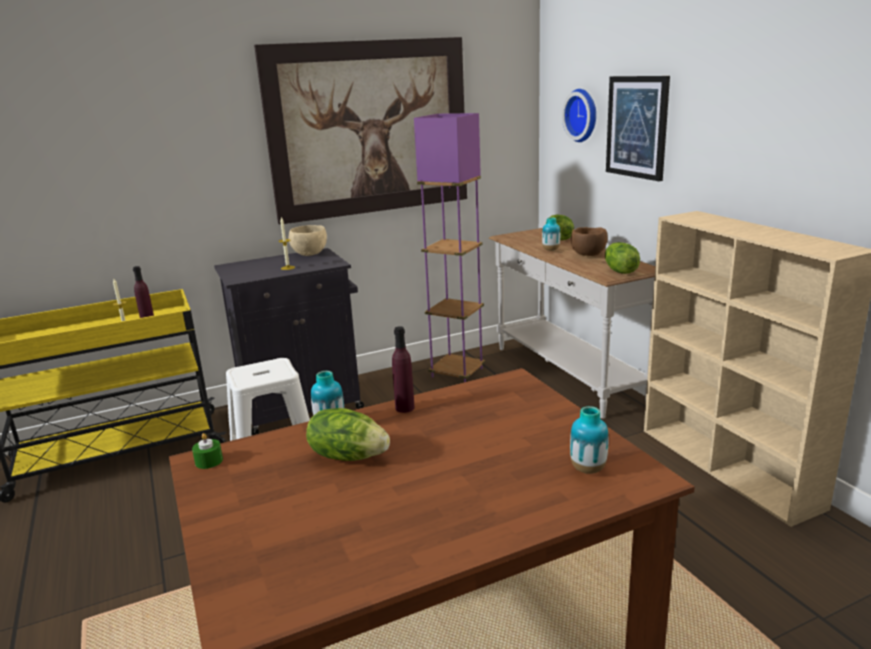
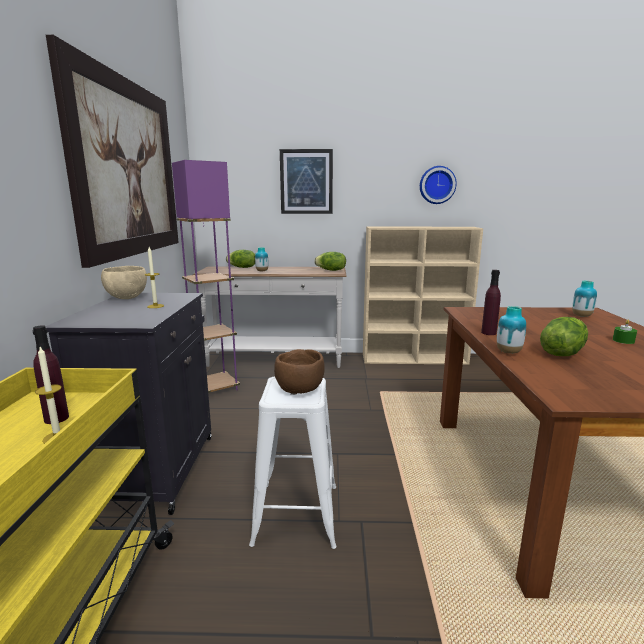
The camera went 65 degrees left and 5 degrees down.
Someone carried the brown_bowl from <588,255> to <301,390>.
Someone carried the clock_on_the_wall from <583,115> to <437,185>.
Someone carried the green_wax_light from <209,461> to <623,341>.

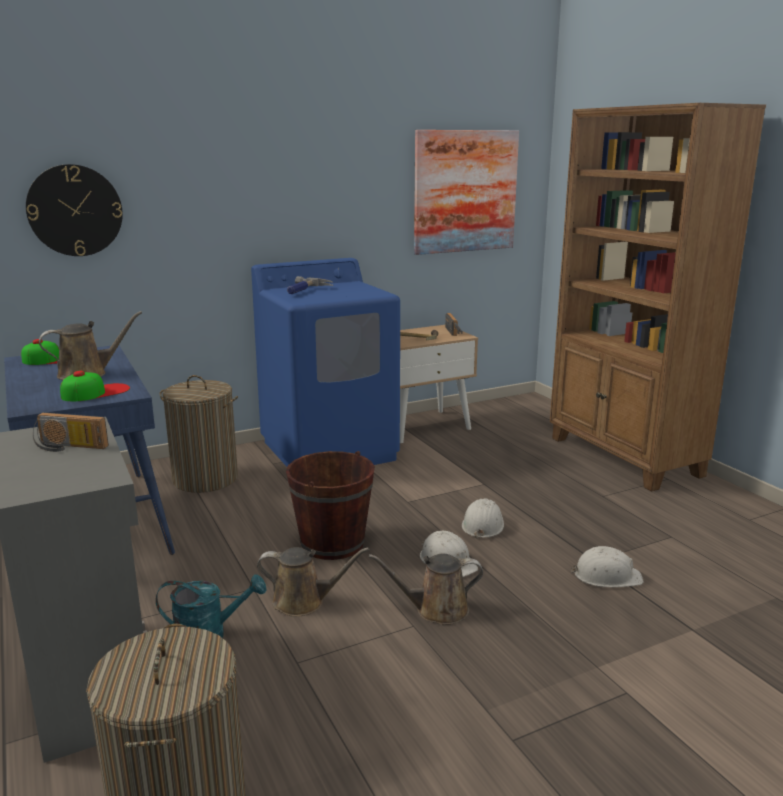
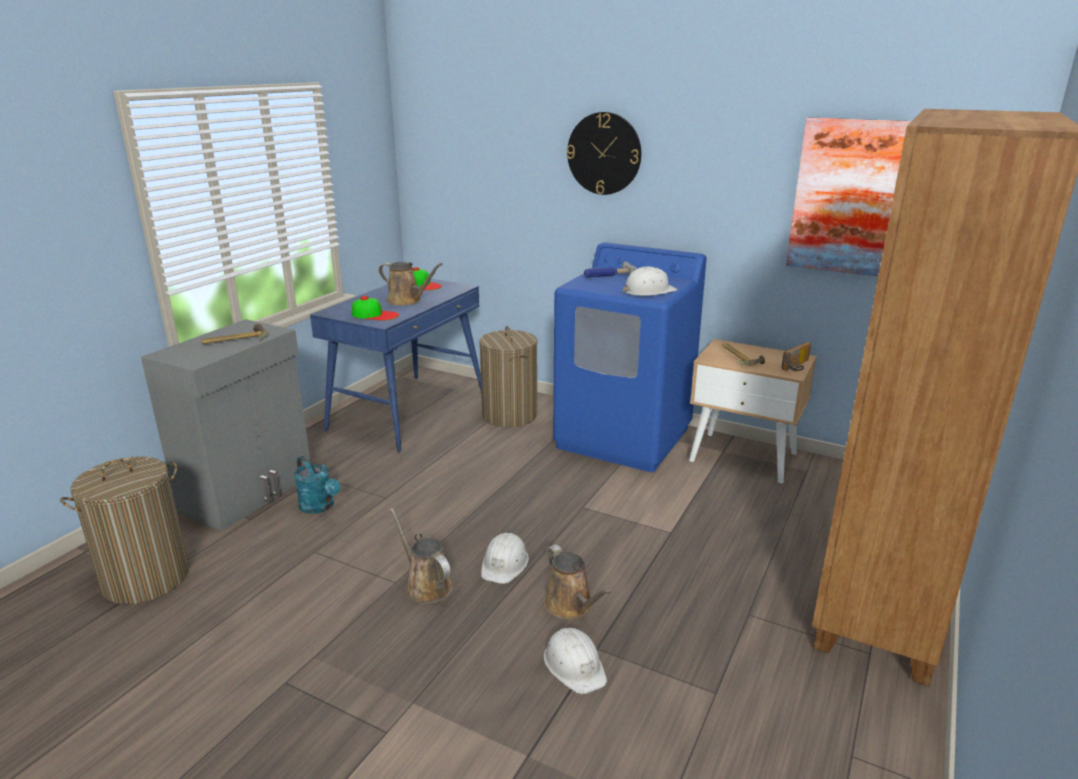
The camera went 55 degrees right and 5 degrees up.
Someone swapped the radio at <68,447> for the hand_hammer at <235,340>.
Someone carried the brown_watering_pot from <304,601> to <571,606>.
Someone carried the clock_on_the_wall from <75,210> to <604,153>.
Someone carried the white_hard_hat from <483,525> to <648,291>.
Someone took away the brown_water_bucket at <332,543>.

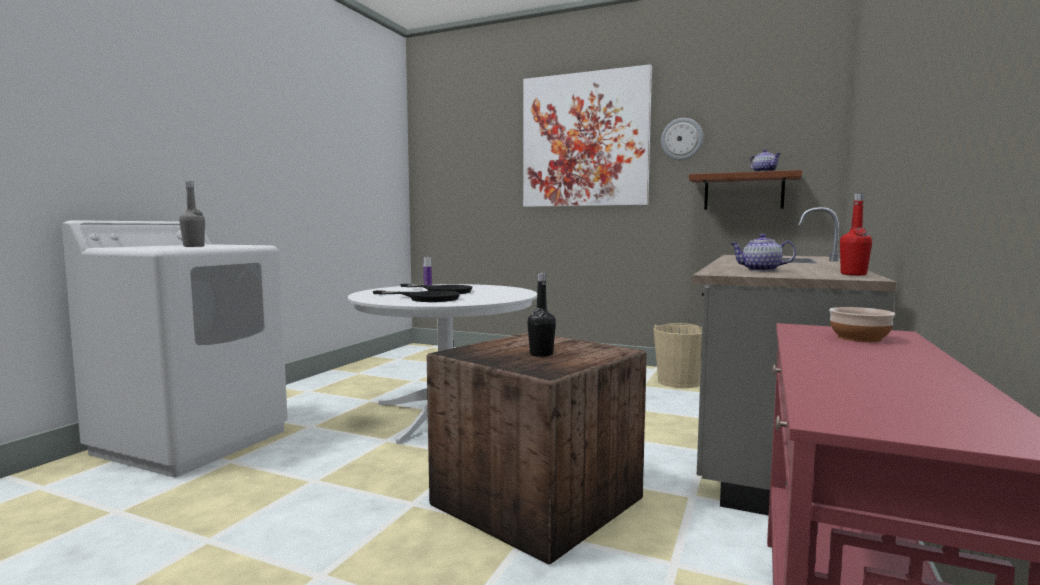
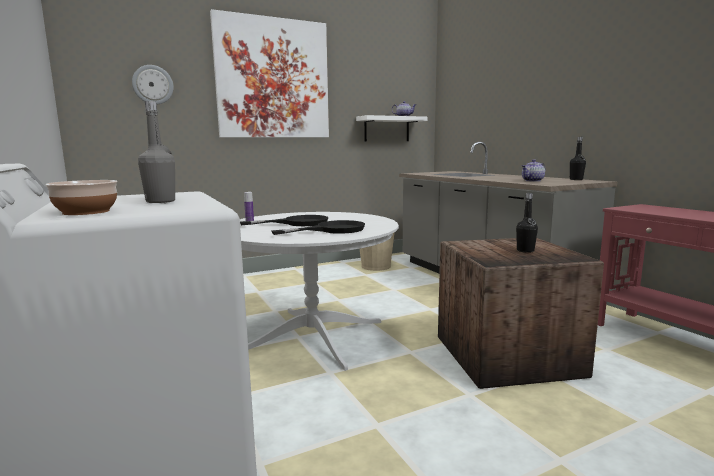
The camera went 50 degrees left and 5 degrees up.
Someone carried the bowl from <859,338> to <86,212>.
Someone carried the clock_on_the_wall from <681,139> to <153,85>.
Someone repainted the brown_bracket_shelf at <743,192>, which became the white_bracket_shelf at <386,129>.
Someone repainted the red_beverage_bottle at <853,274>, which became the black-coloured_beverage_bottle at <576,179>.

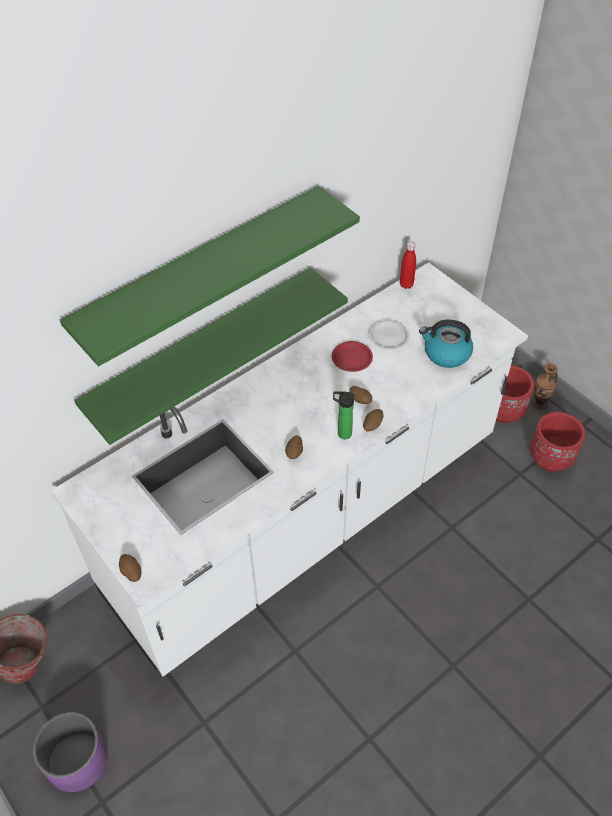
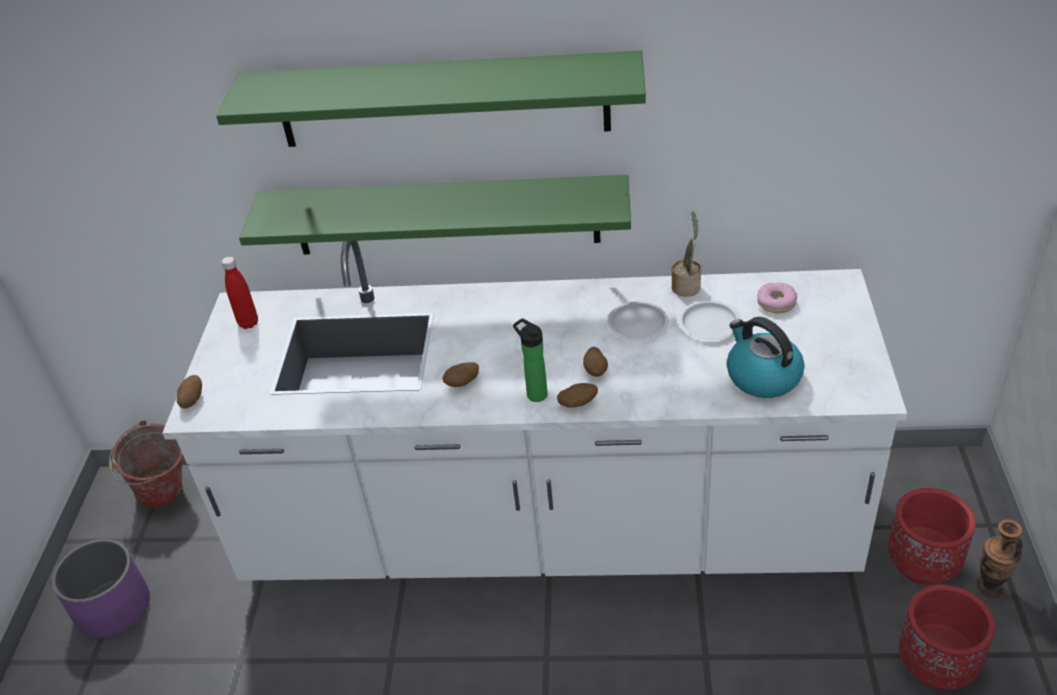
The camera went 45 degrees right and 10 degrees down.
Someone carried the red_beverage_bottle from <406,285> to <248,323>.
Someone repainted the red_flat_dish at <352,359>, which became the white_flat_dish at <637,325>.
Someone put down the potted_plant at <686,286>.
Someone put down the doughnut at <776,303>.

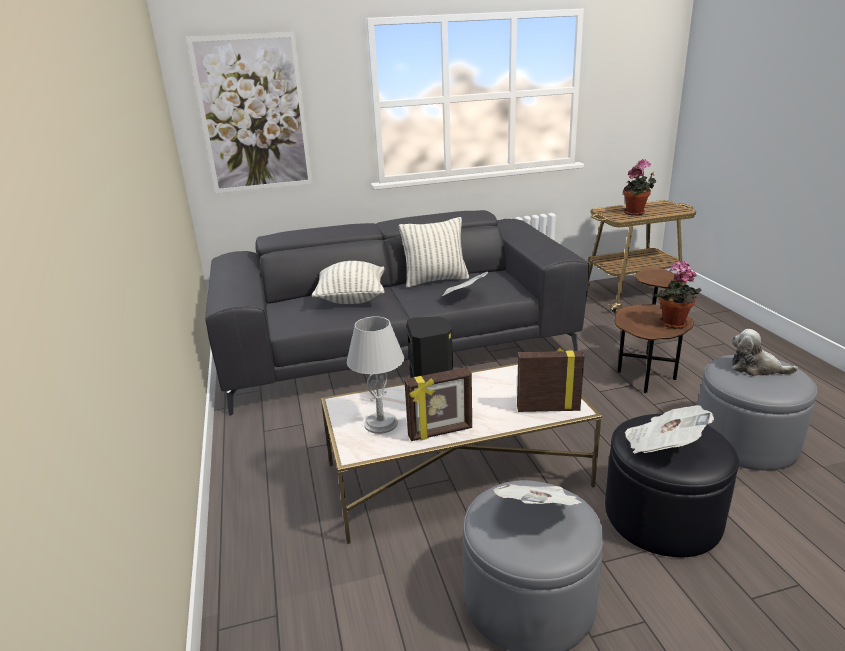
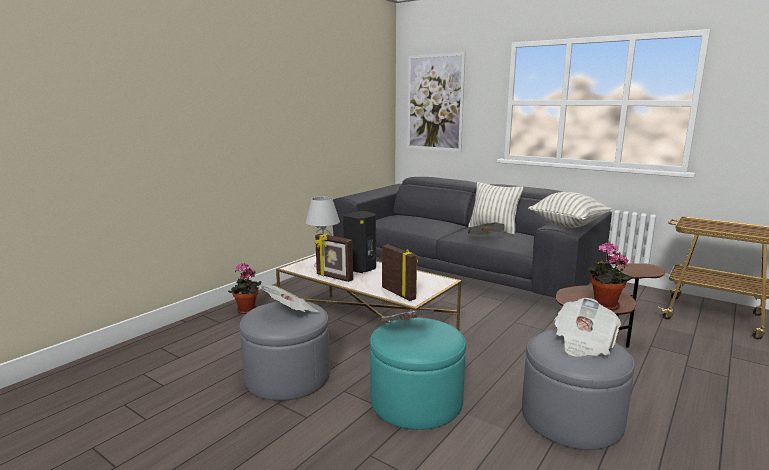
The camera went 50 degrees right and 10 degrees down.
Someone carried the potted_plant from <636,213> to <246,311>.
Someone repainted the black-coloured_ottoman at <662,515>, which became the blue-green_ottoman at <416,401>.
Someone carried the pillow from <351,299> to <568,225>.
Someone swapped the soft_toy at <756,368> for the newspaper at <583,343>.

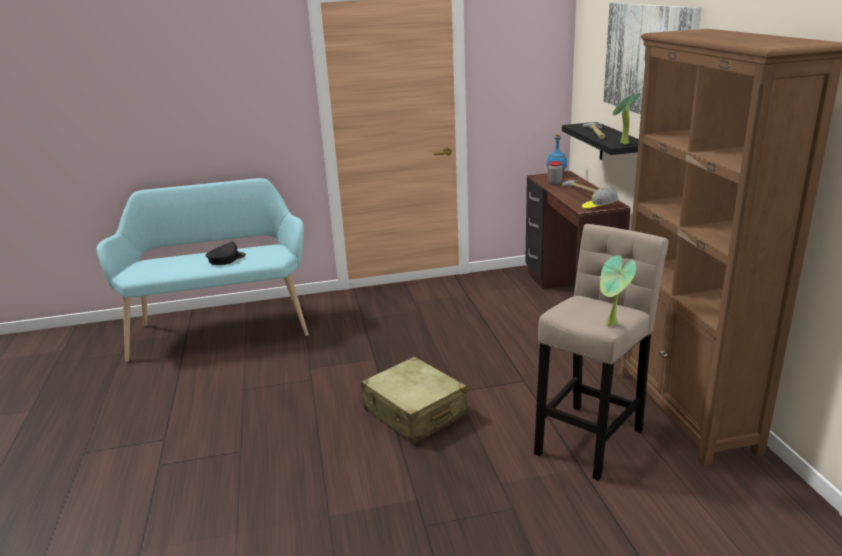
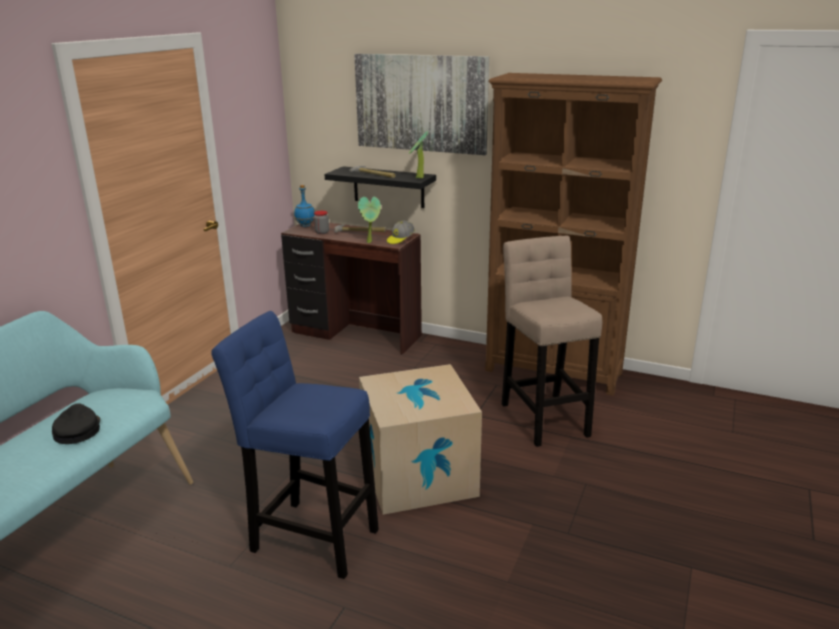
The camera went 55 degrees left and 0 degrees up.
Someone put down the blue_sitting_stool at <309,537>.
Someone carried the potted_plant from <612,325> to <370,242>.
Someone swapped the beige-coloured_piece_of_luggage at <415,413> for the cardboard_box at <418,475>.

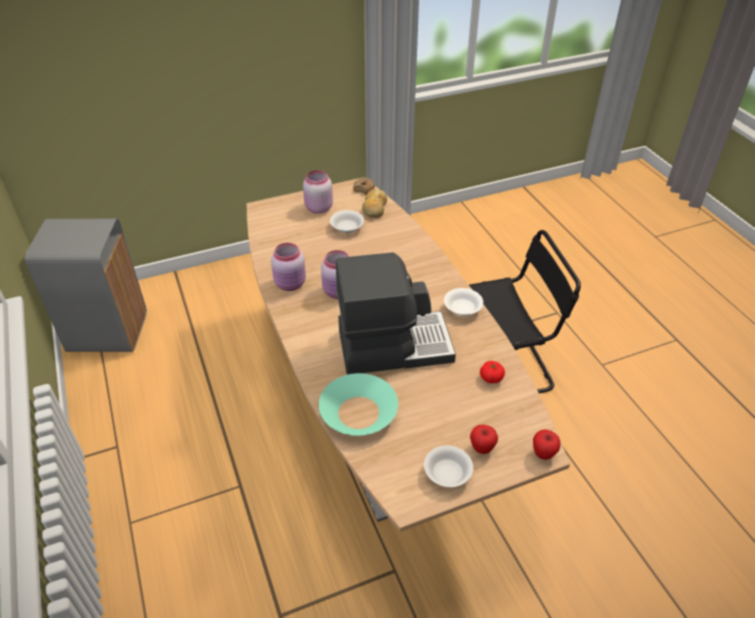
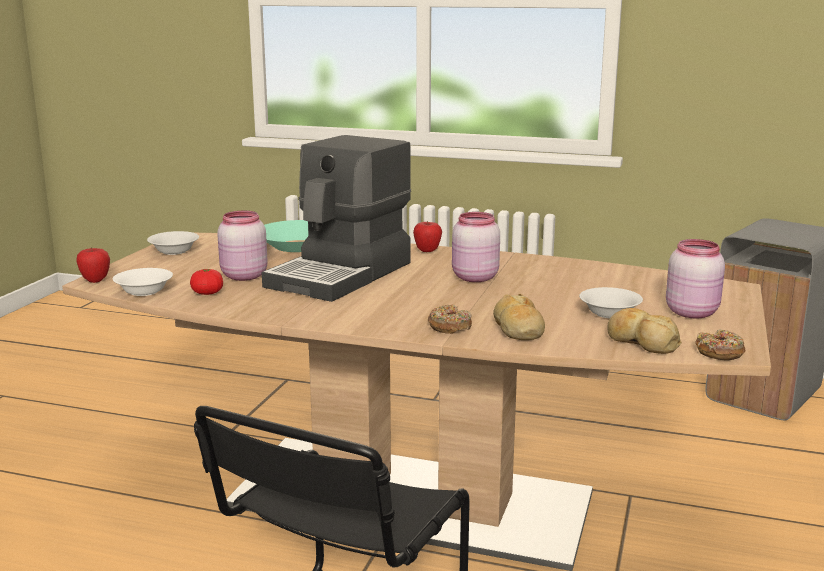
The camera went 130 degrees right and 25 degrees down.
Someone carried the white_bowl from <463,309> to <143,291>.
Someone carried the pink-coloured_jar from <291,284> to <242,276>.
Someone carried the whole_apple from <482,448> to <427,251>.
Someone put down the doughnut at <449,326>.
Someone put down the baked_bread at <518,329>.

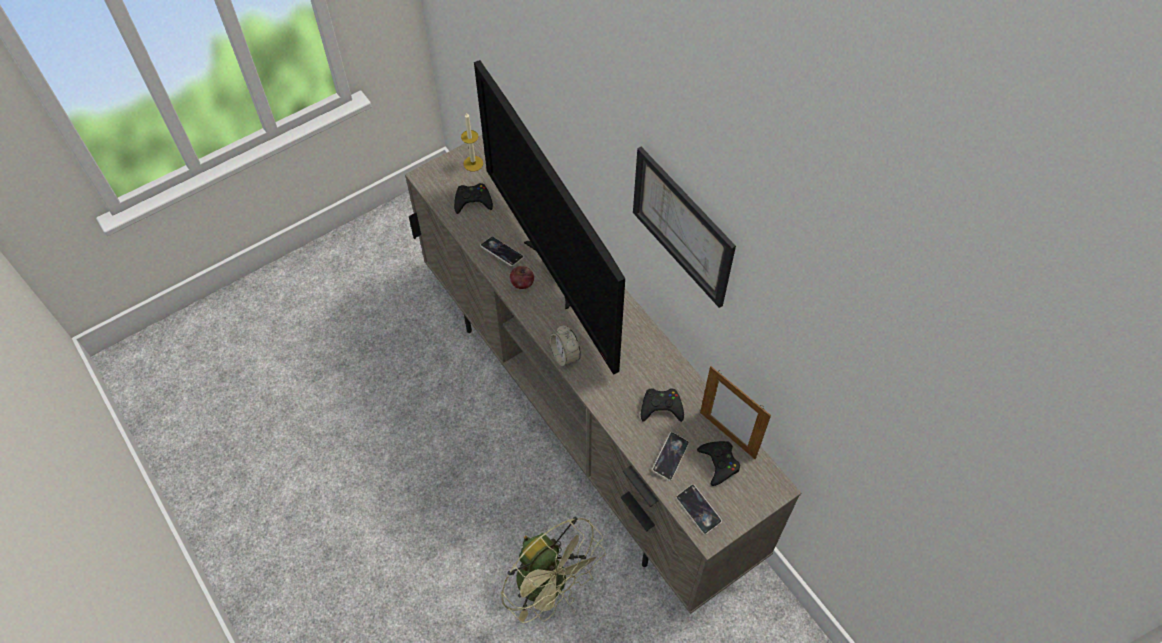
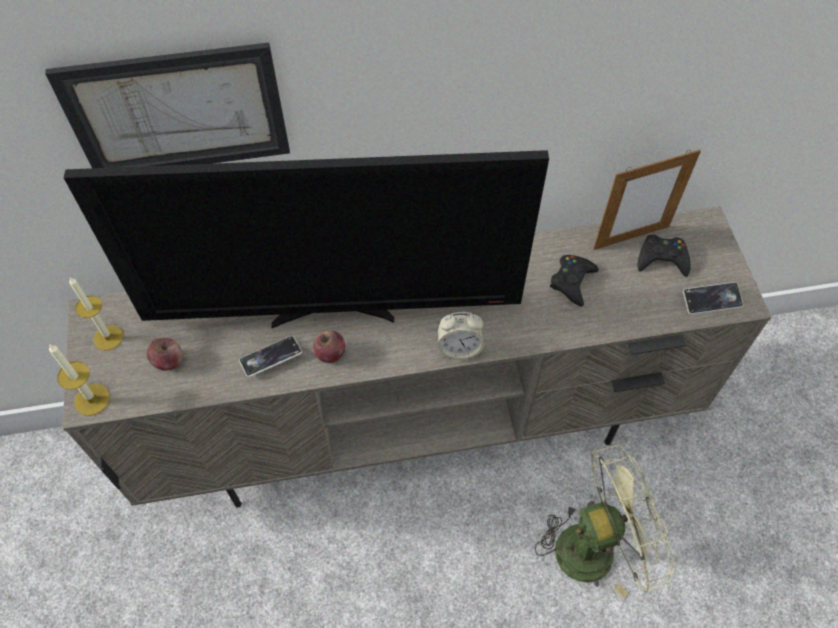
The camera went 65 degrees left and 0 degrees up.
Someone carried the wall_art from <682,226> to <177,111>.
Someone put down the wax_light at <92,399>.
Someone swapped the black-coloured_joypad at <473,201> for the whole_apple at <168,361>.
Someone took away the telephone at <670,457>.

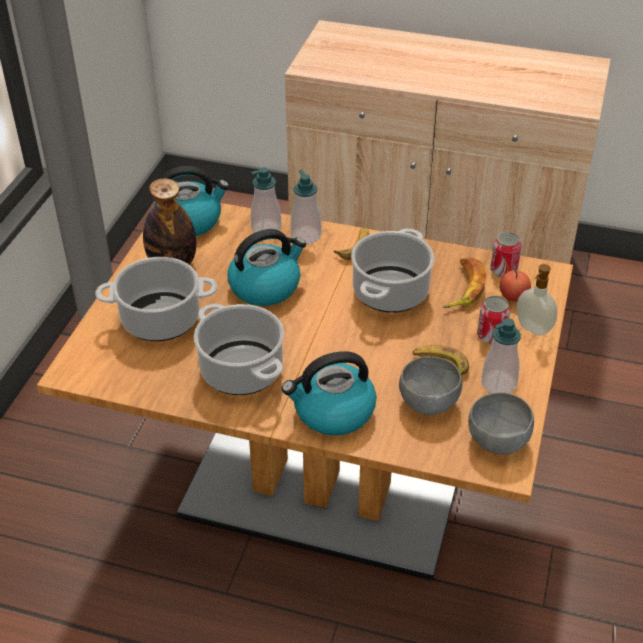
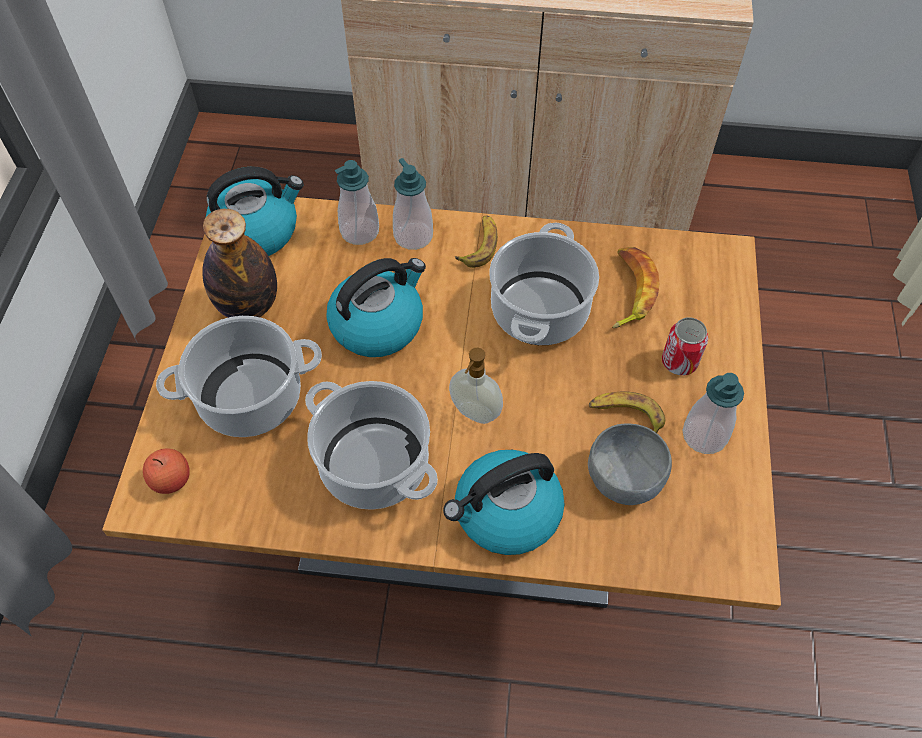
The camera went 10 degrees left and 15 degrees up.
Someone carried the whole_apple from <513,296> to <171,480>.
Someone carried the liquid_soap_bottle from <532,329> to <474,413>.
Someone took away the grey_bowl at <497,441>.
Someone took away the can at <503,270>.

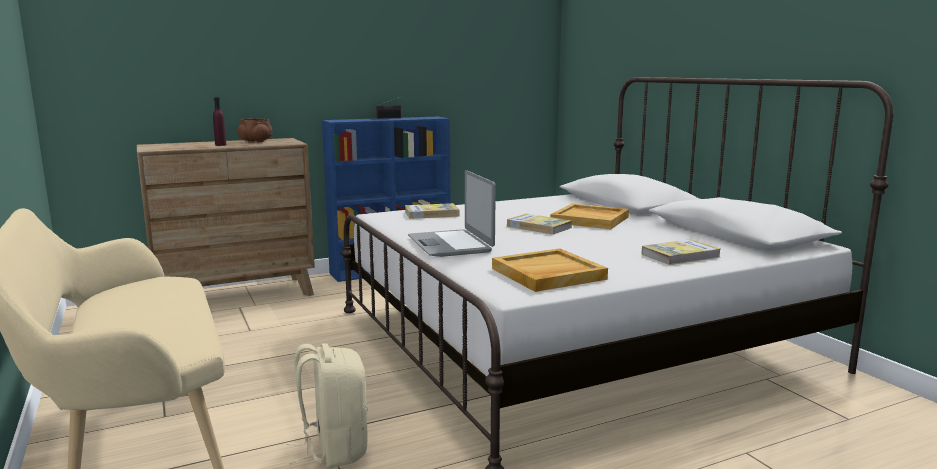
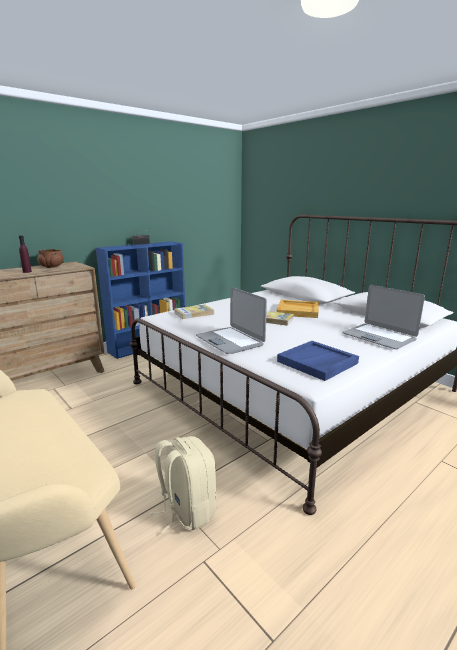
The camera went 15 degrees left and 5 degrees up.
Someone repainted the beige-coloured_carrying_tray at <547,274>, which became the blue_carrying_tray at <317,362>.
Someone swapped the book at <680,255> for the laptop at <379,337>.

